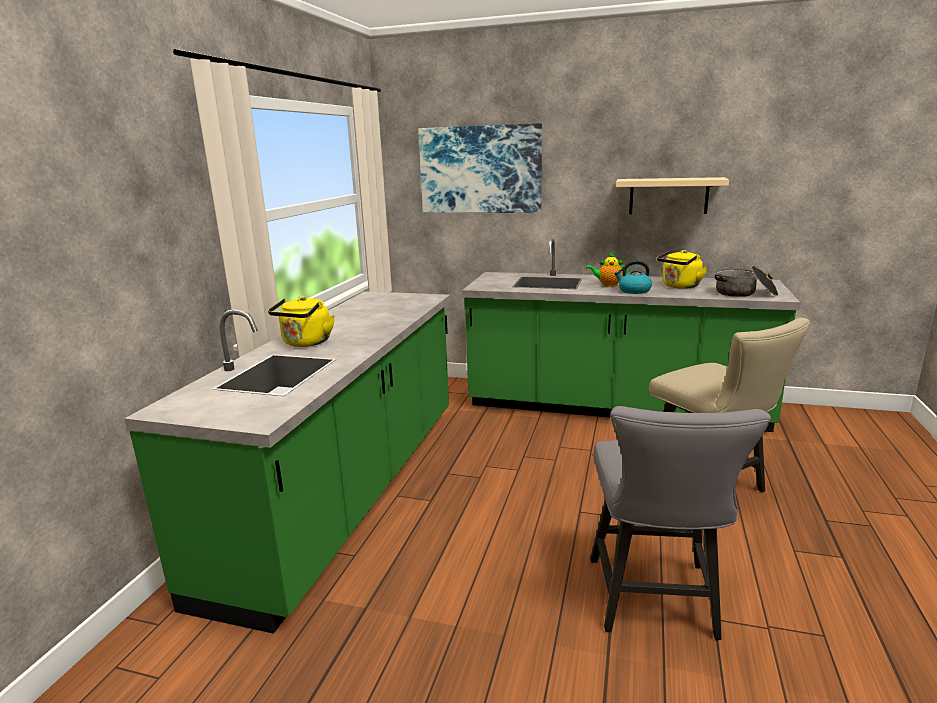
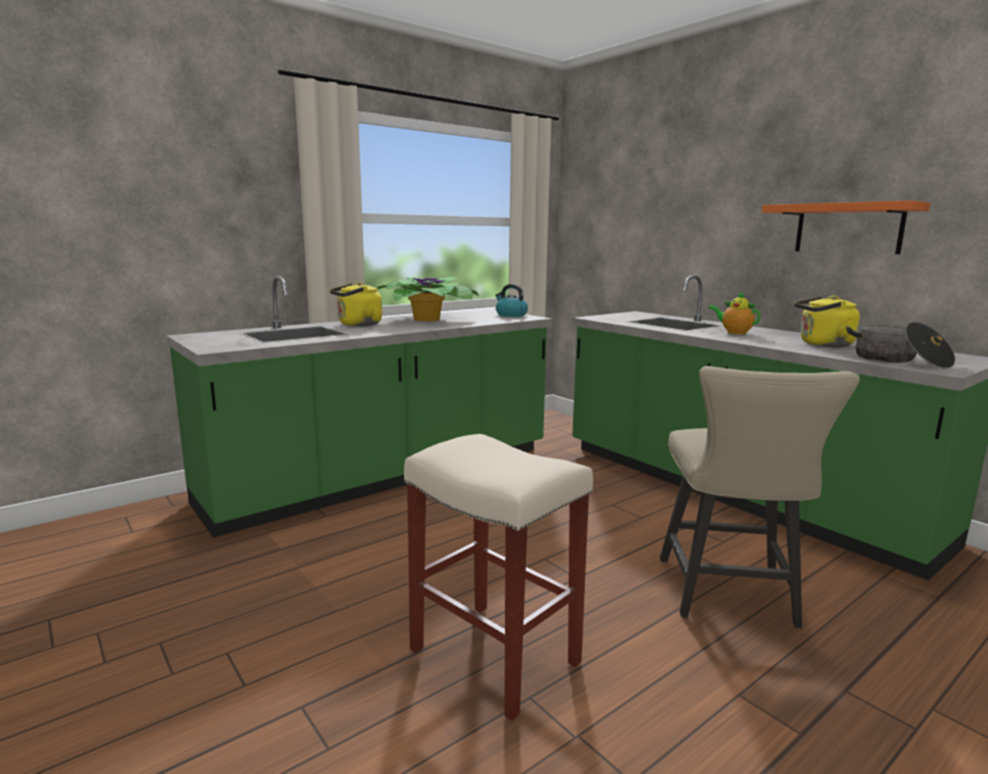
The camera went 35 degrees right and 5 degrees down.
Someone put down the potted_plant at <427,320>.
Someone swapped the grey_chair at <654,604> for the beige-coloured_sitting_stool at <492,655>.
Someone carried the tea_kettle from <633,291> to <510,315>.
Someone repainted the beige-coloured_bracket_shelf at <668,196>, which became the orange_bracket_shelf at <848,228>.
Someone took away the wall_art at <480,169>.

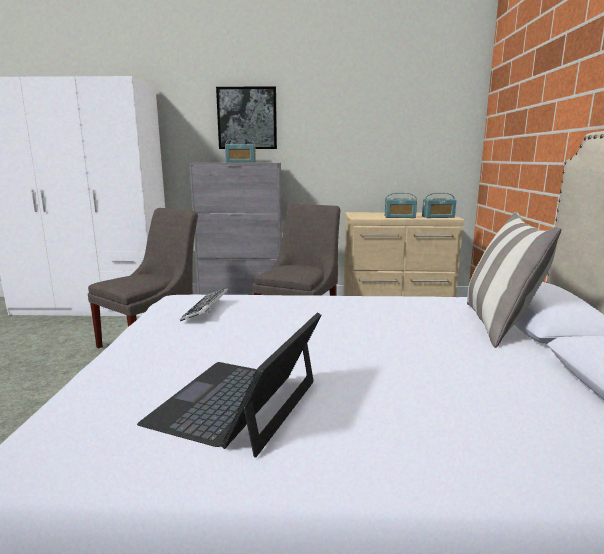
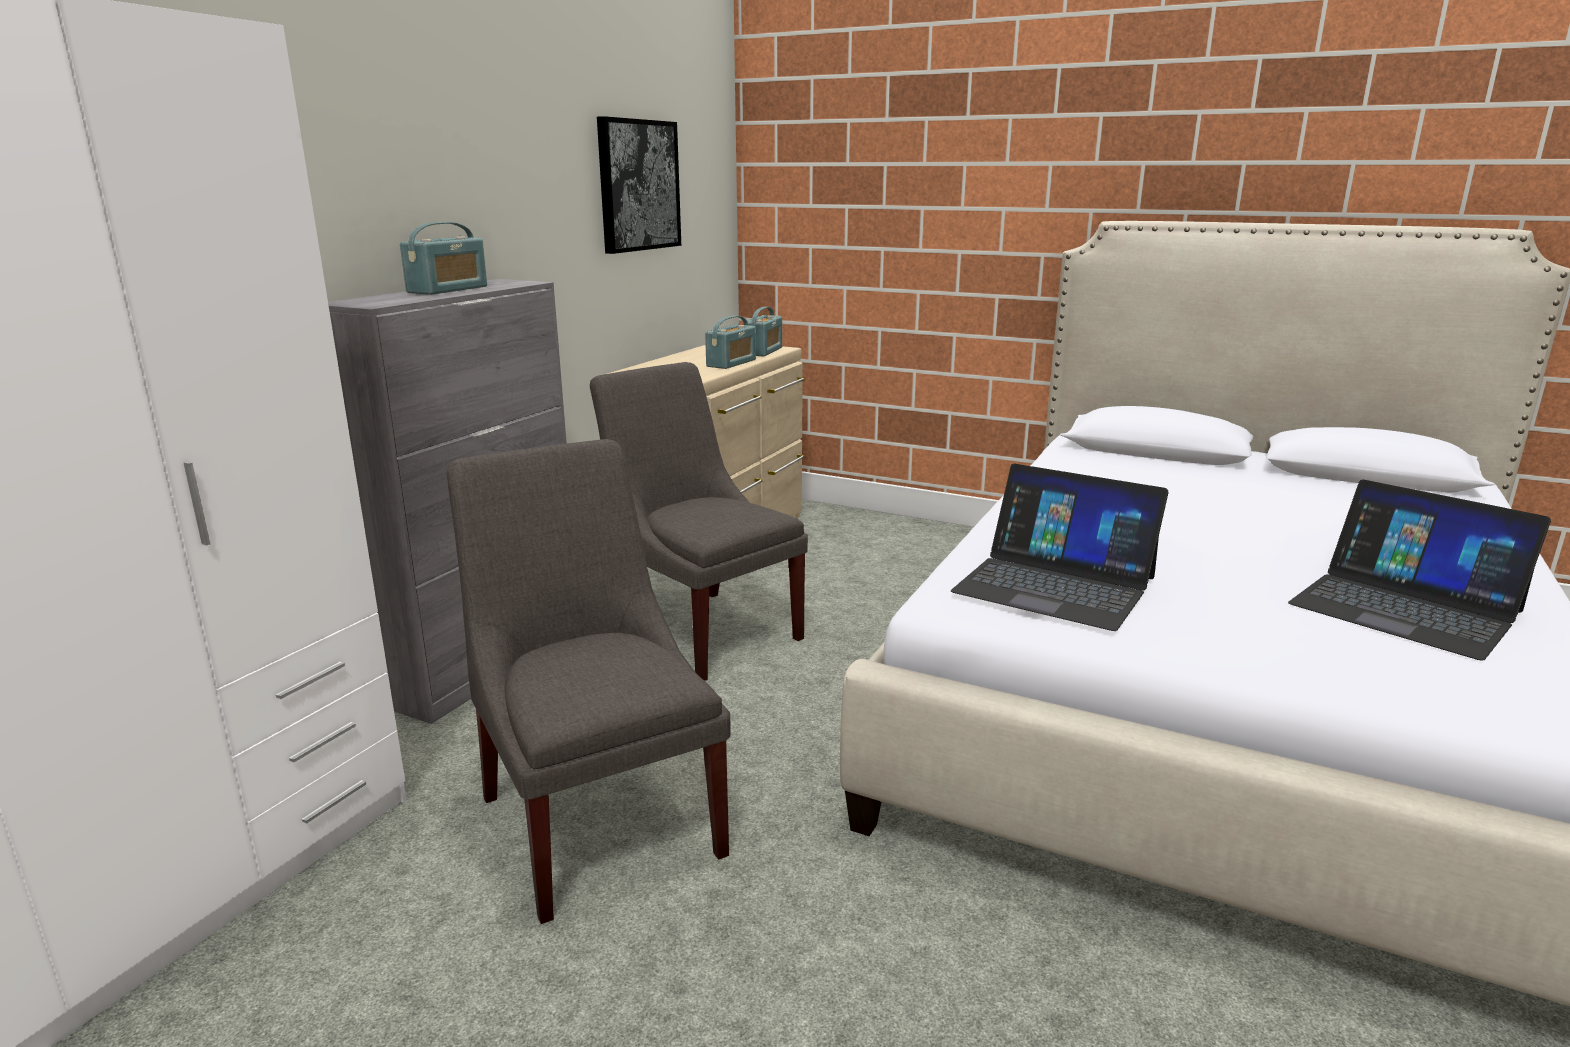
The camera went 65 degrees left and 5 degrees up.
Someone carried the wall_art from <247,118> to <638,185>.
Someone swapped the PC_keyboard at <206,309> for the laptop at <1055,584>.
Someone took away the pillow at <499,325>.

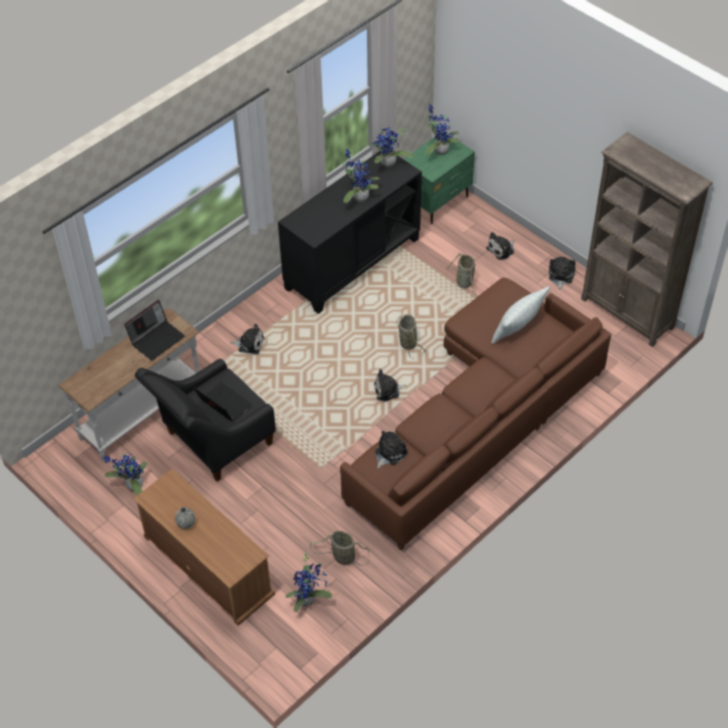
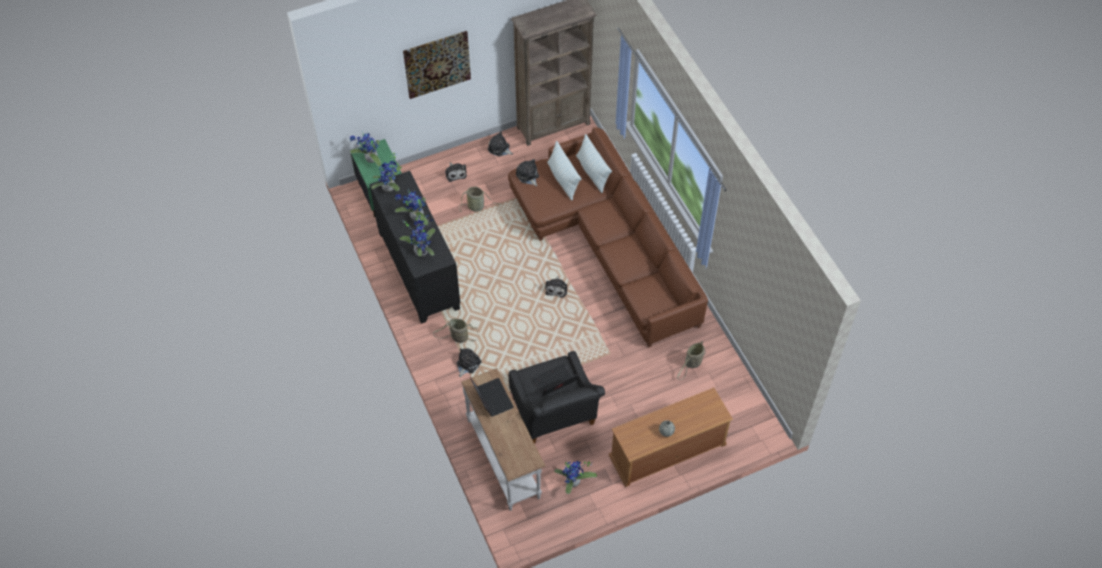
The camera went 70 degrees left and 5 degrees up.
Someone carried the potted_plant from <308,599> to <422,250>.
Someone put up the wall_art at <437,64>.
Someone carried the basket from <407,342> to <458,337>.
Someone carried the soft_toy from <389,453> to <528,176>.
Someone put down the pillow at <592,172>.

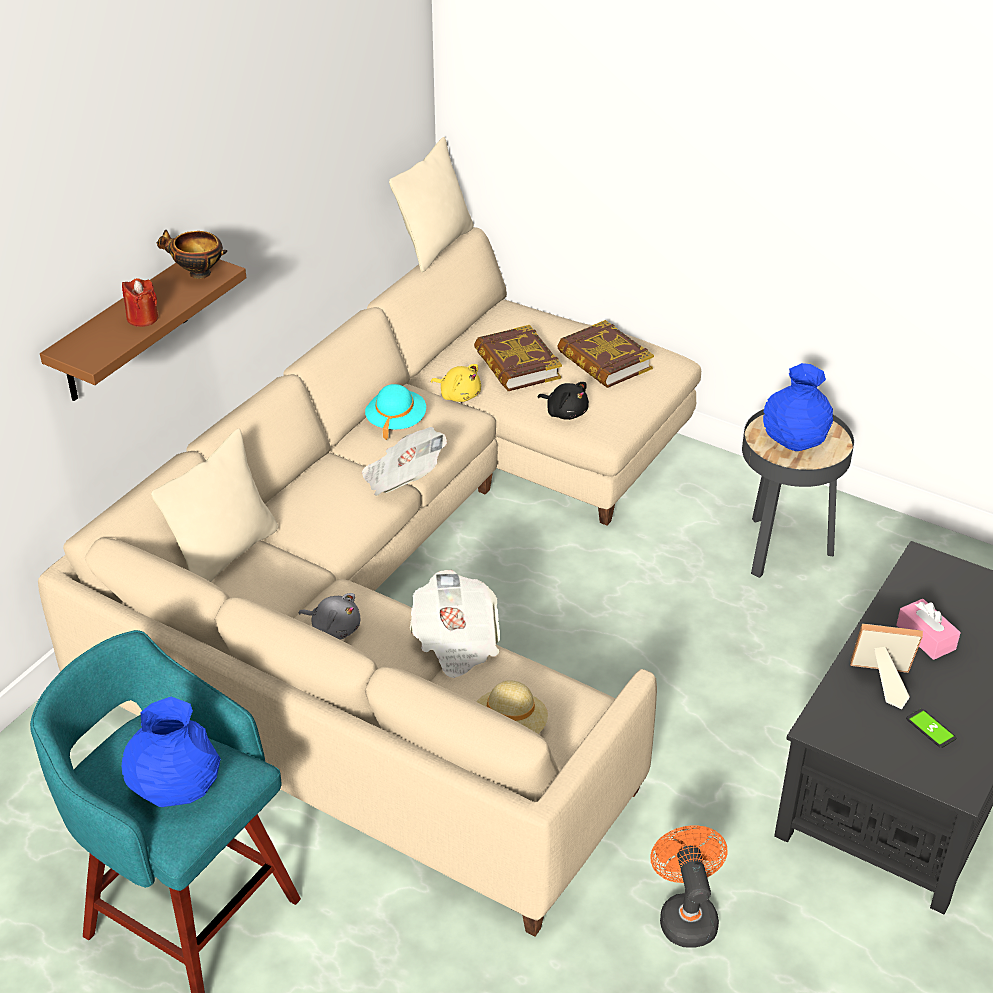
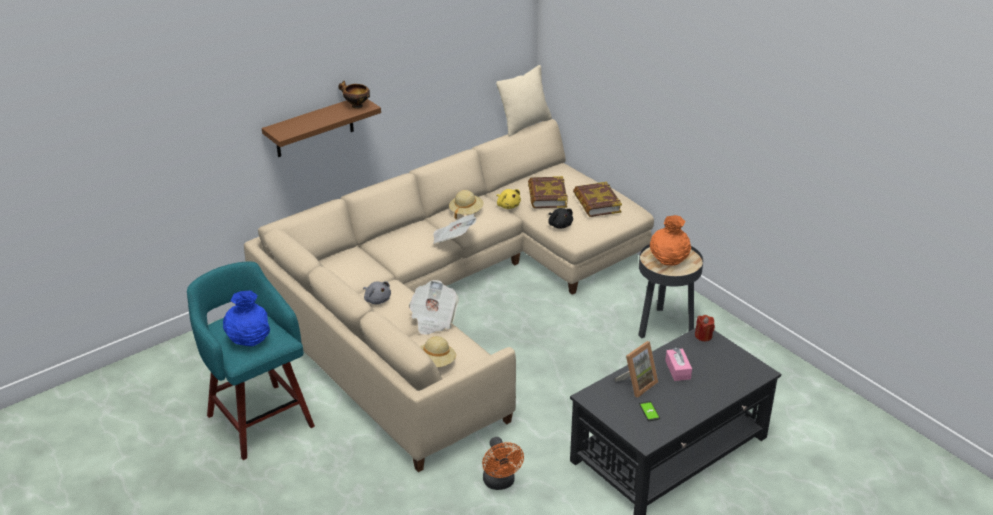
The camera went 20 degrees right and 5 degrees down.
Someone repainted the blue-green_hat at <396,421>, which became the beige-coloured_hat at <466,211>.
Someone rotated the orange_fan at <686,915> by 150 degrees clockwise.
Someone rotated the standing_frame at <879,682> by 105 degrees clockwise.
Someone repainted the blue_decorative_vase at <795,442>, which became the orange_decorative_vase at <669,261>.
Someone carried the red_wax_light from <142,318> to <703,336>.
Someone took away the beige-coloured_pillow at <225,554>.

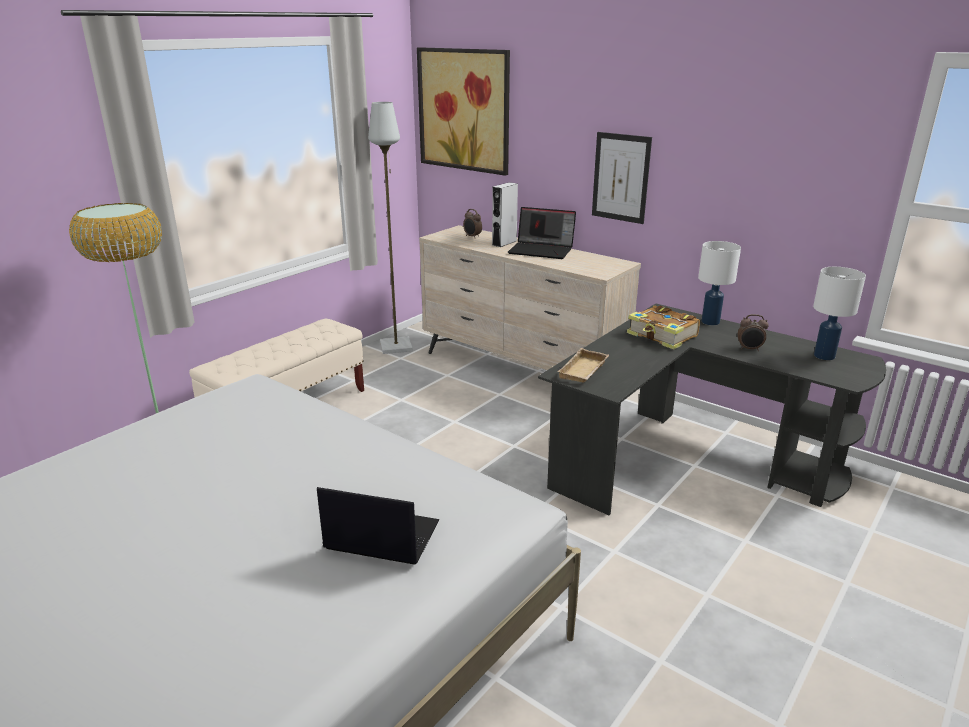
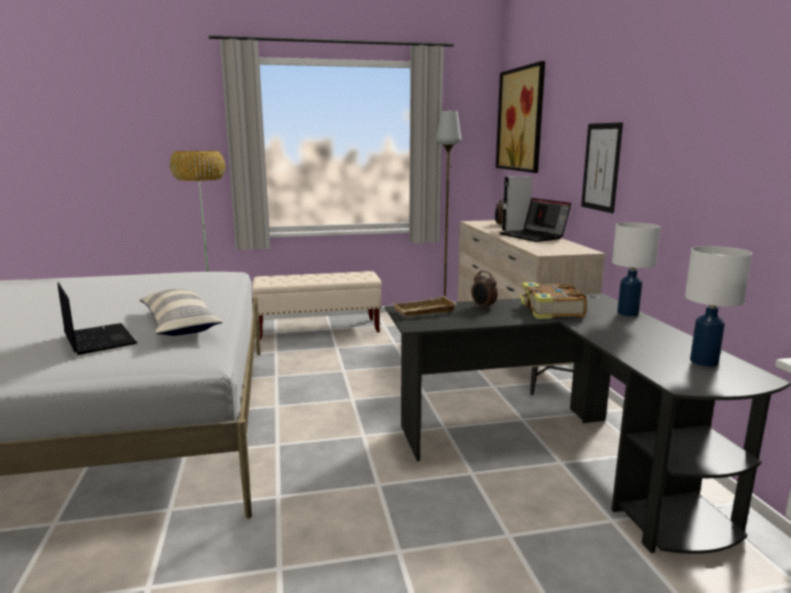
The camera went 40 degrees right and 10 degrees down.
Someone put down the pillow at <179,324>.
Someone carried the table_clock from <749,349> to <483,307>.

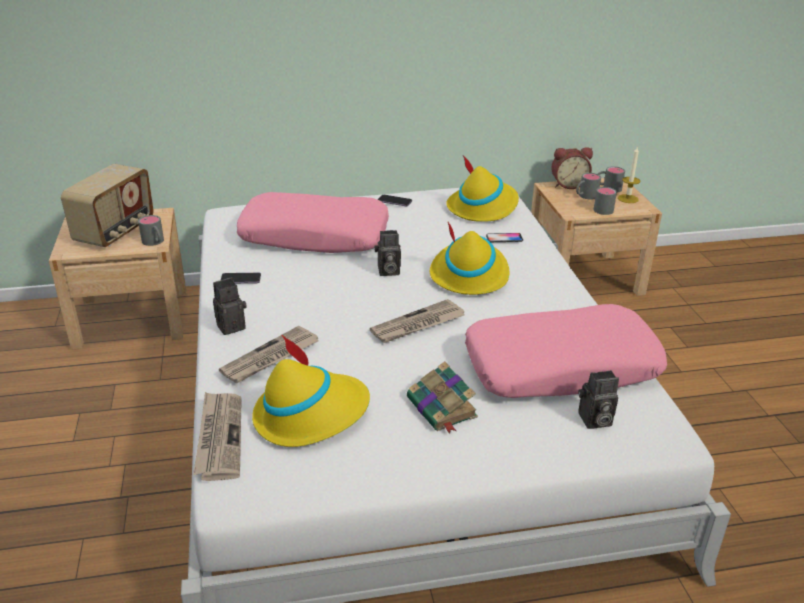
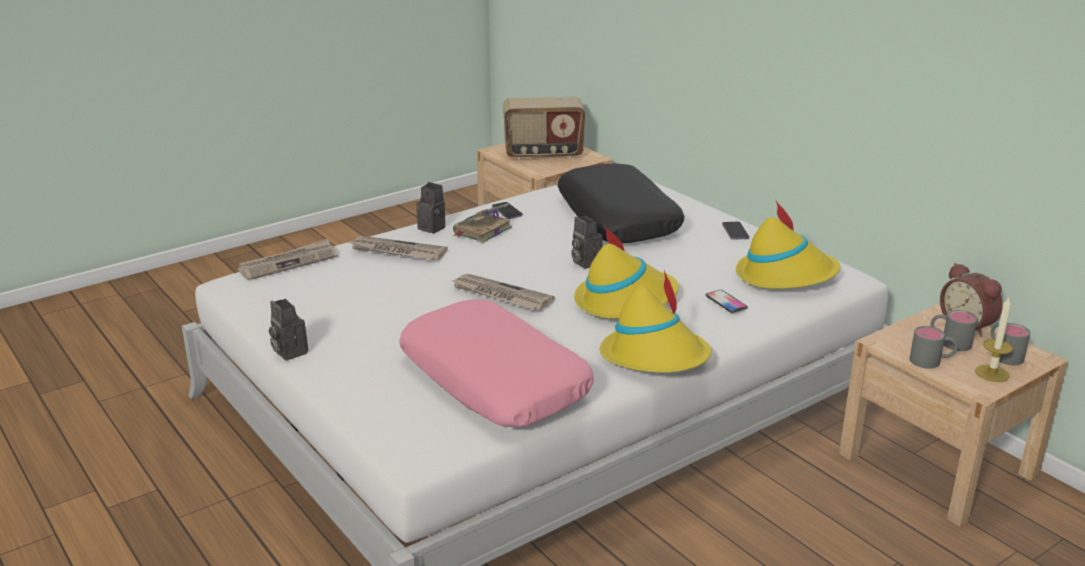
The camera went 65 degrees right and 5 degrees down.
Someone carried the photo_camera from <594,421> to <288,351>.
Someone carried the book from <442,408> to <481,231>.
Someone repainted the pink-coloured_pillow at <315,236>, which became the black-coloured_pillow at <618,219>.
Someone carried the yellow-coloured_hat from <311,415> to <655,357>.
Someone took away the grey_coffee_mug at <155,242>.

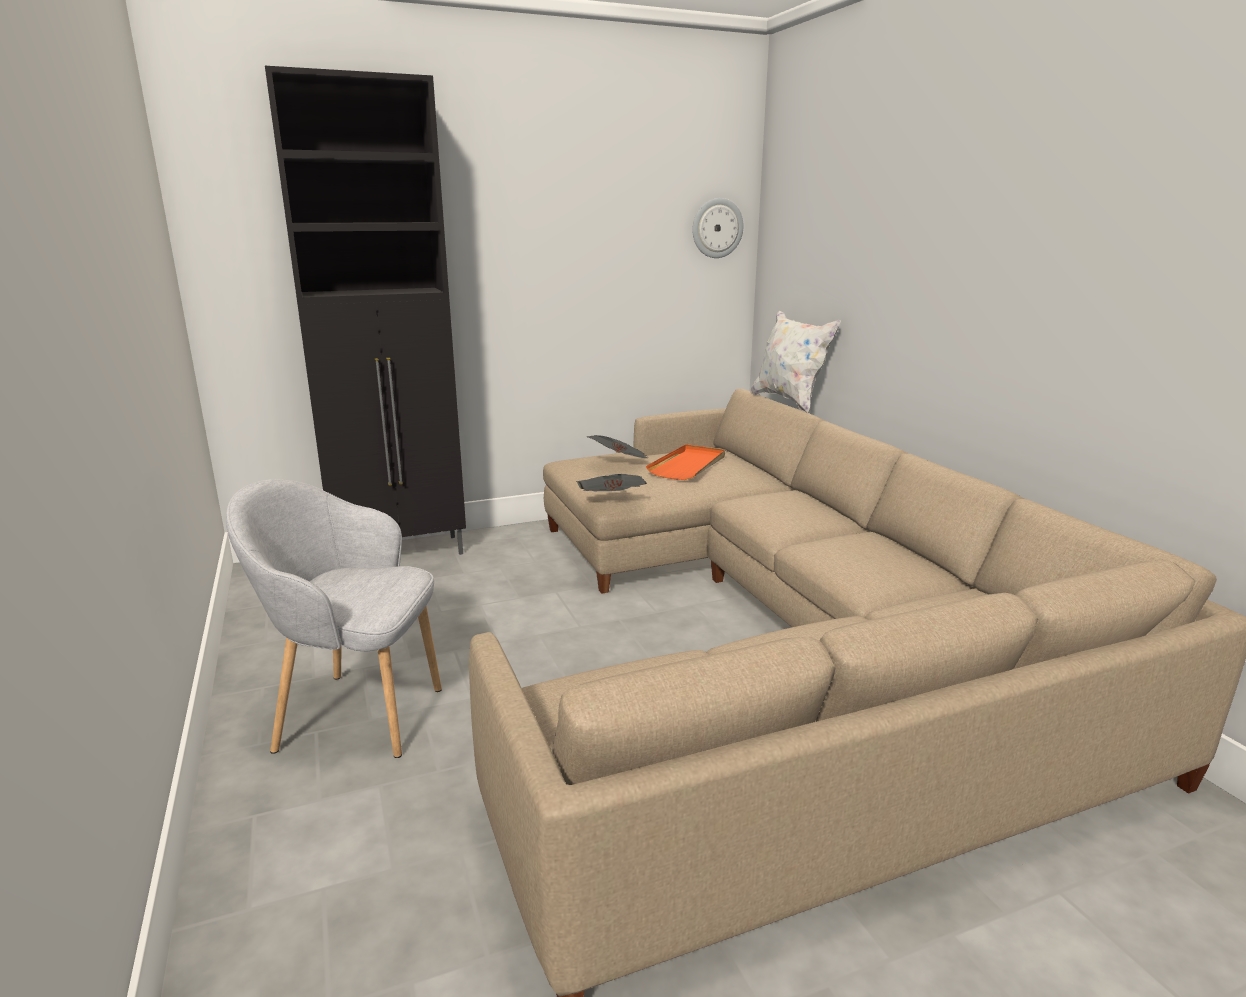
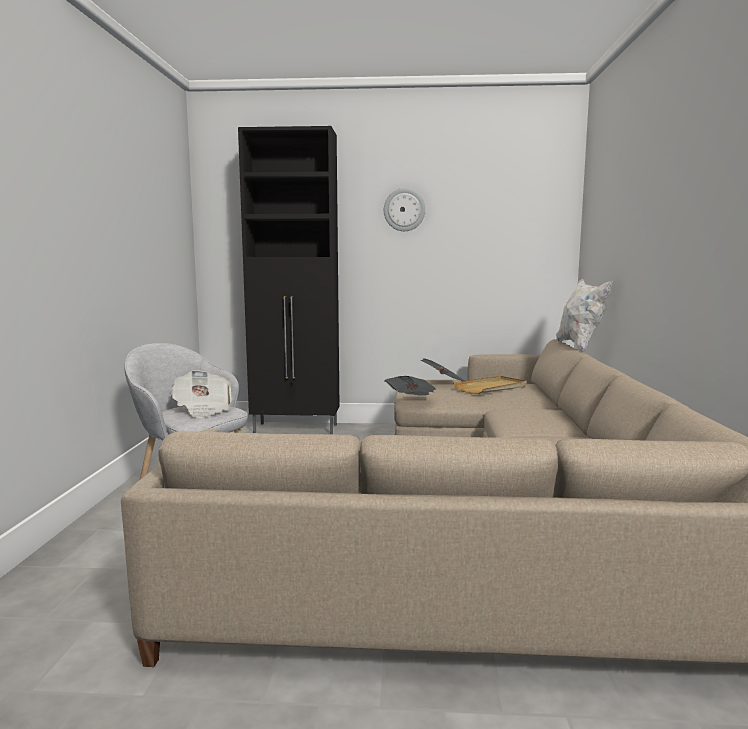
The camera went 25 degrees right and 10 degrees down.
Someone put down the newspaper at <203,410>.
Someone carried the clock_on_the_wall from <717,228> to <404,210>.
Someone repainted the orange_carrying_tray at <688,465>, which became the beige-coloured_carrying_tray at <491,388>.

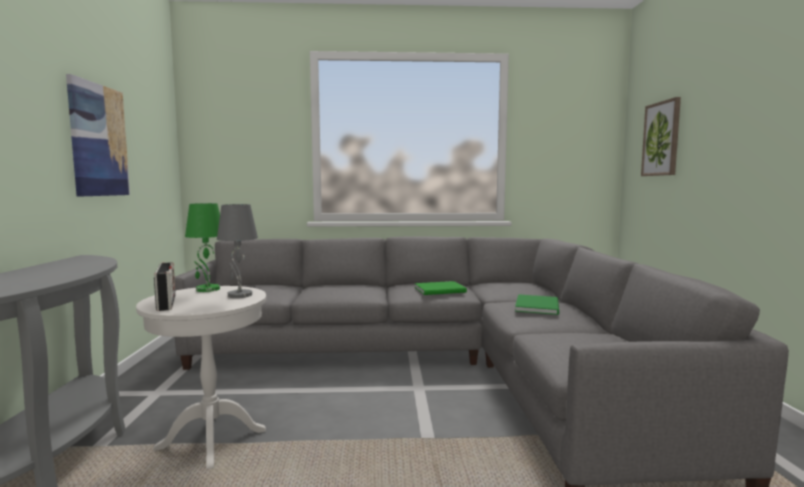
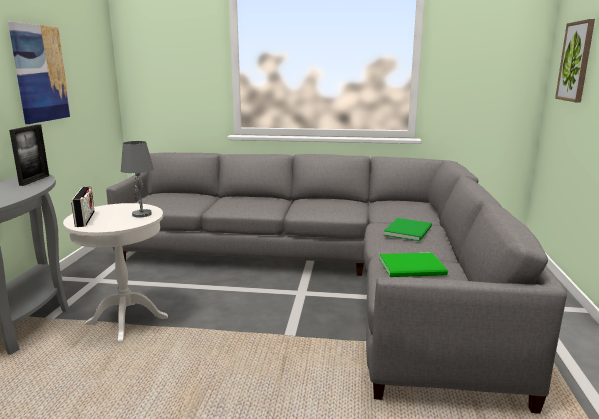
The camera went 10 degrees right and 10 degrees up.
Someone put down the standing_frame at <34,180>.
Someone carried the green_book from <441,290> to <414,267>.
Someone took away the green_table_lamp at <207,289>.

